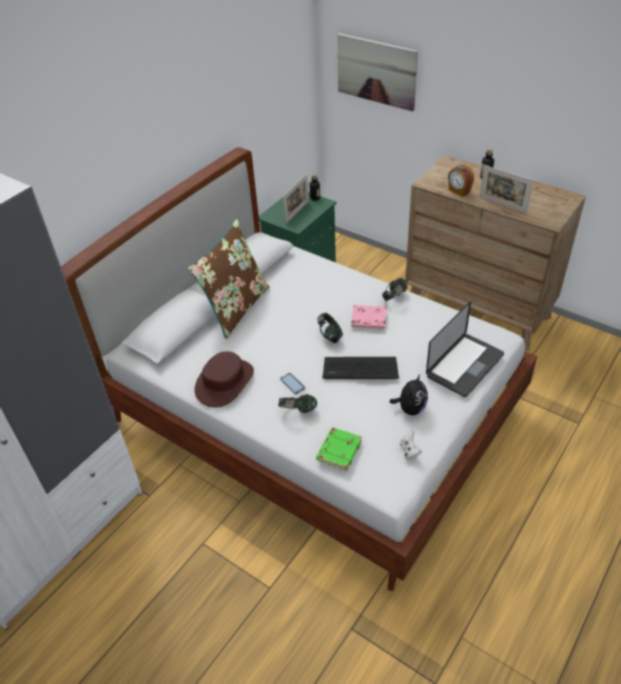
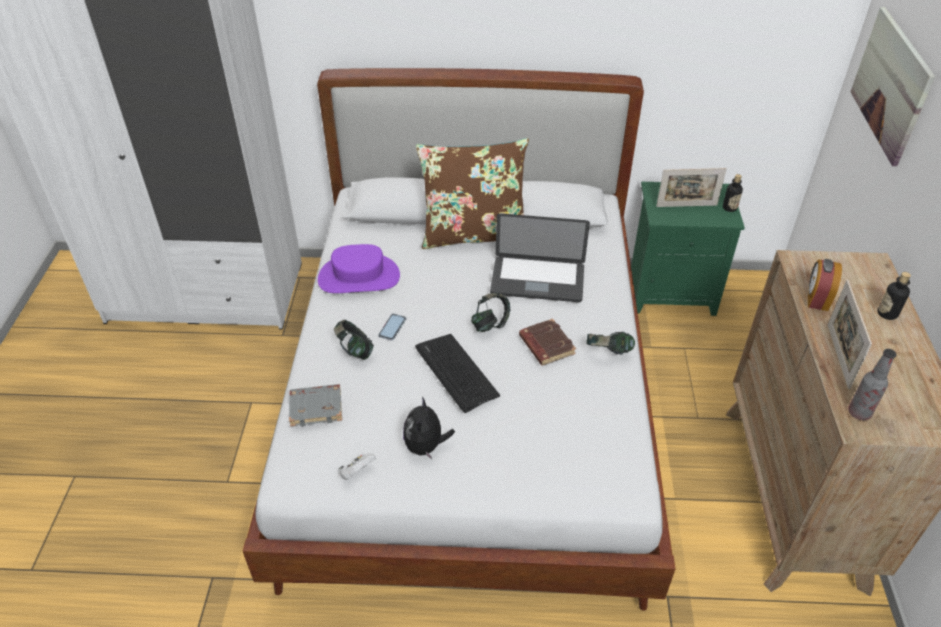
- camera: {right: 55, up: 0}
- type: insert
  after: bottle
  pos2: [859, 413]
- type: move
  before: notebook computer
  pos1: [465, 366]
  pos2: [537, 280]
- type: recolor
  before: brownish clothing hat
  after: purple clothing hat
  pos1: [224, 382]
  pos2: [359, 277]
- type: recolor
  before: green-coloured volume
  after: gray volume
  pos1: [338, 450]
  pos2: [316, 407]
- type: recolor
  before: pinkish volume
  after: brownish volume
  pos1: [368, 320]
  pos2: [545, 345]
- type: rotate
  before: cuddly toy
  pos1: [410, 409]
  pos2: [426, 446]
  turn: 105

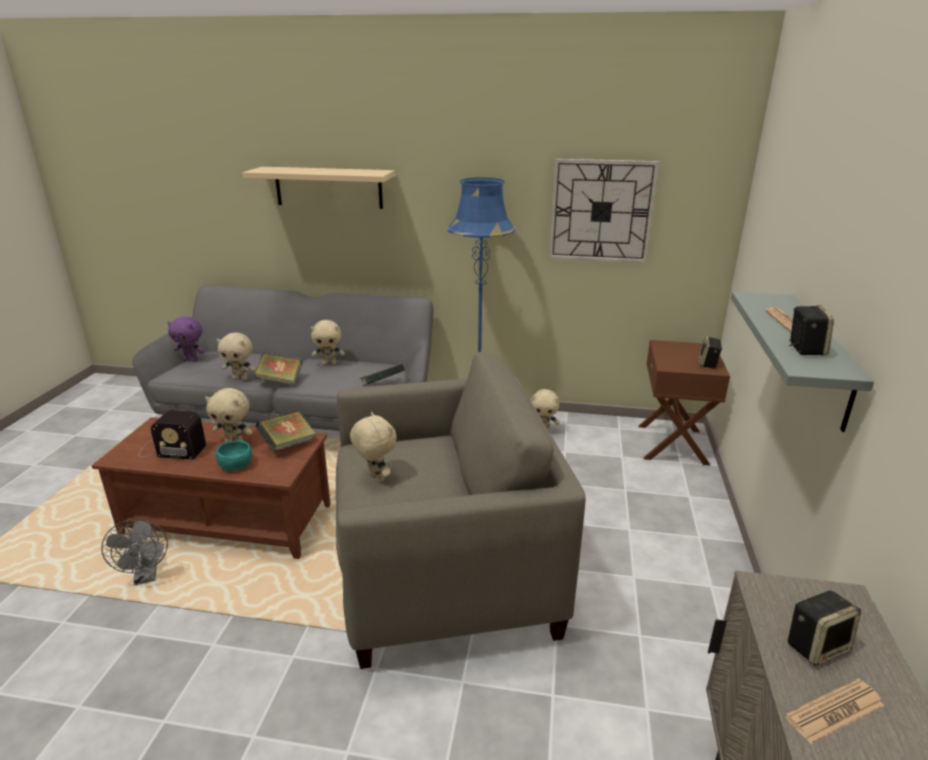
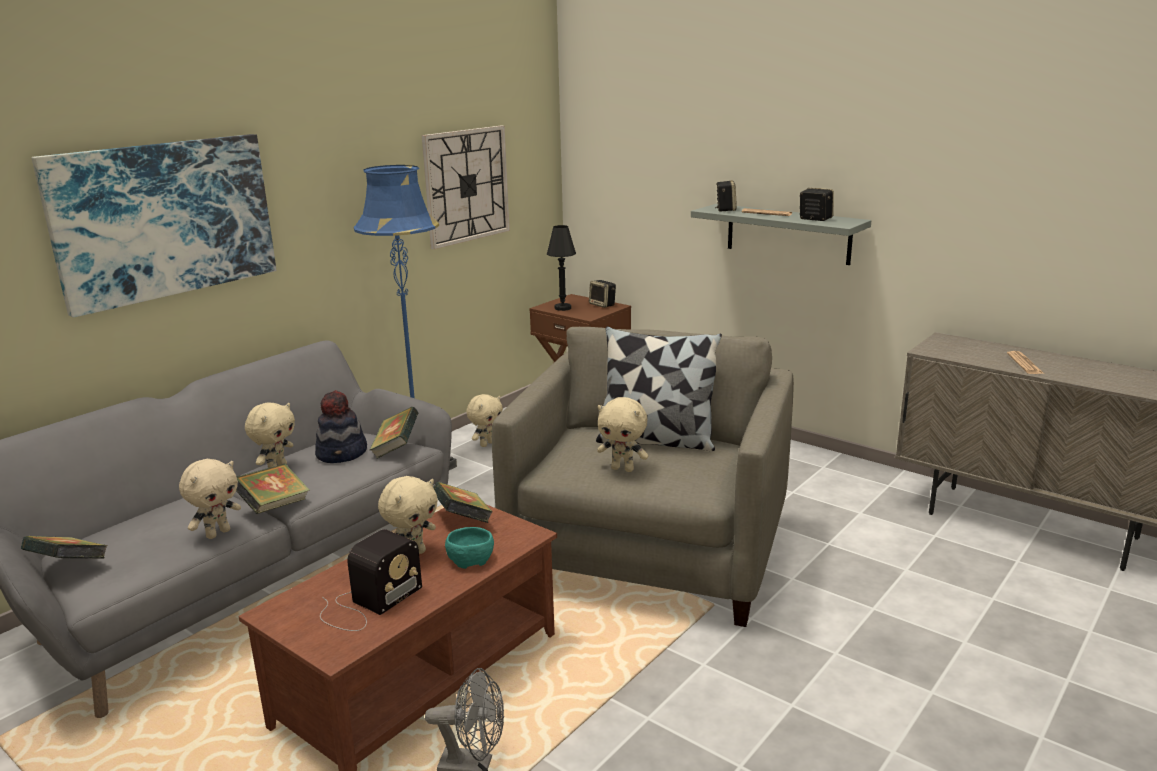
- camera: {right: -60, up: -5}
- type: insert
  after: clothing hat
  pos2: [342, 454]
- type: insert
  after: black tabletop lamp
  pos2: [562, 308]
- type: insert
  after: throw pillow
  pos2: [656, 440]
- type: move
  before: audio speaker
  pos1: [816, 646]
  pos2: [725, 209]
- type: replace
  before: purple cuddly toy
  after: volume
  pos1: [191, 360]
  pos2: [69, 567]
- type: replace
  before: beige-coloured wall shelf
  after: picture
  pos1: [328, 187]
  pos2: [165, 219]
- type: rotate
  before: beige-coloured cuddly toy
  pos1: [375, 477]
  pos2: [623, 469]
  turn: -150

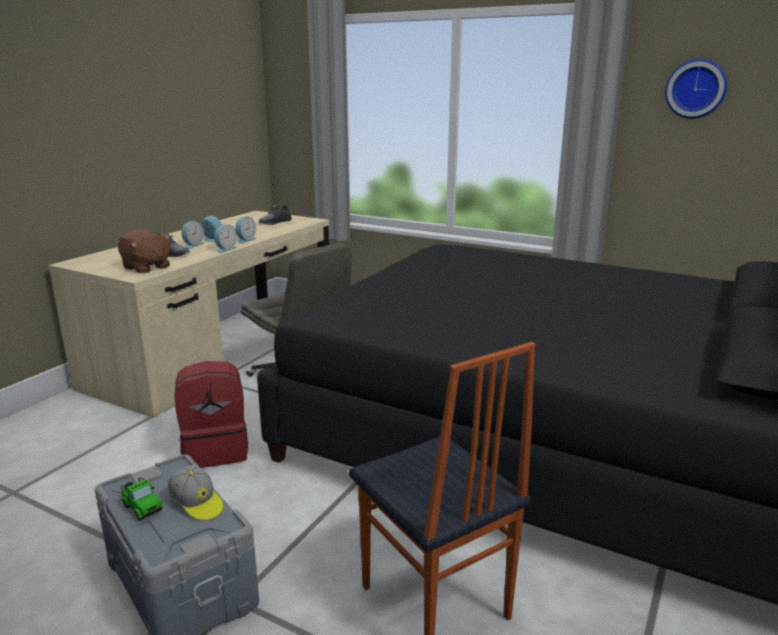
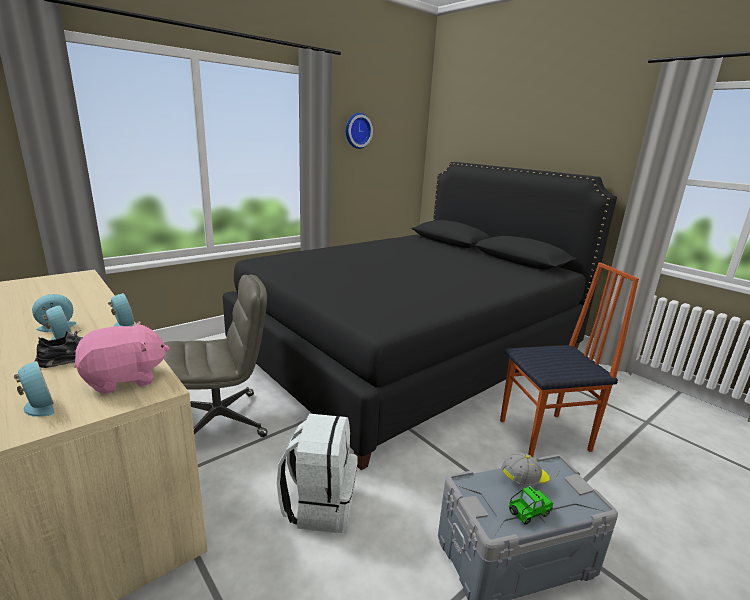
- camera: {right: -70, up: 0}
- type: delete
  before: gray shoe
  pos1: [275, 222]
- type: move
  before: table clock
  pos1: [245, 240]
  pos2: [38, 406]
- type: recolor
  before: brownish cuddly toy
  after: pinkish cuddly toy
  pos1: [146, 267]
  pos2: [125, 379]
- type: recolor
  before: red-coloured rucksack
  after: whitish rucksack
  pos1: [216, 450]
  pos2: [320, 504]

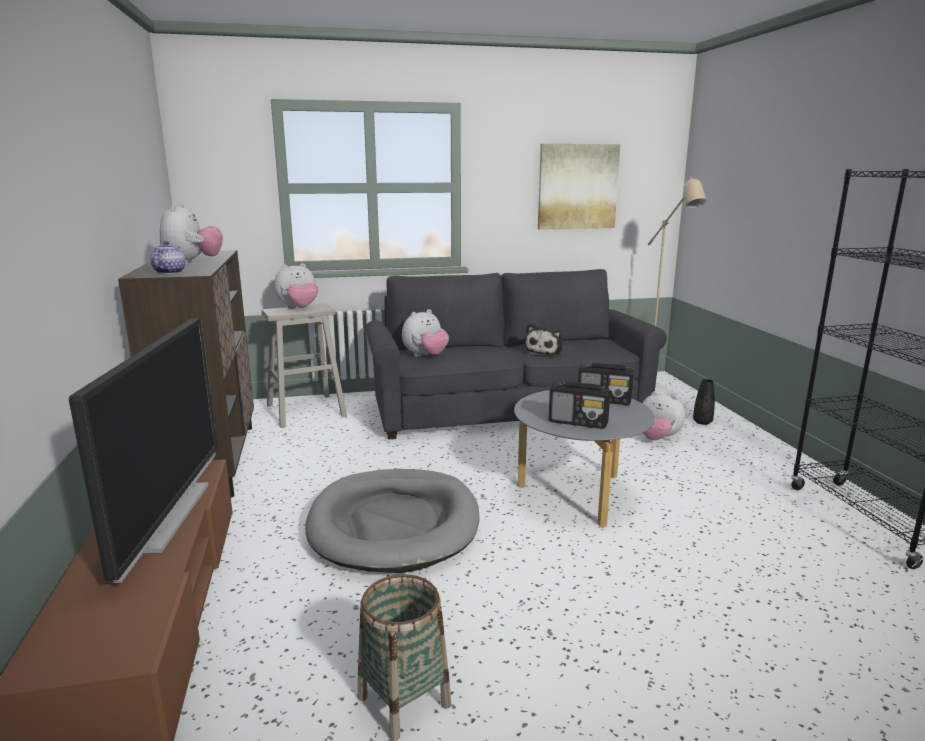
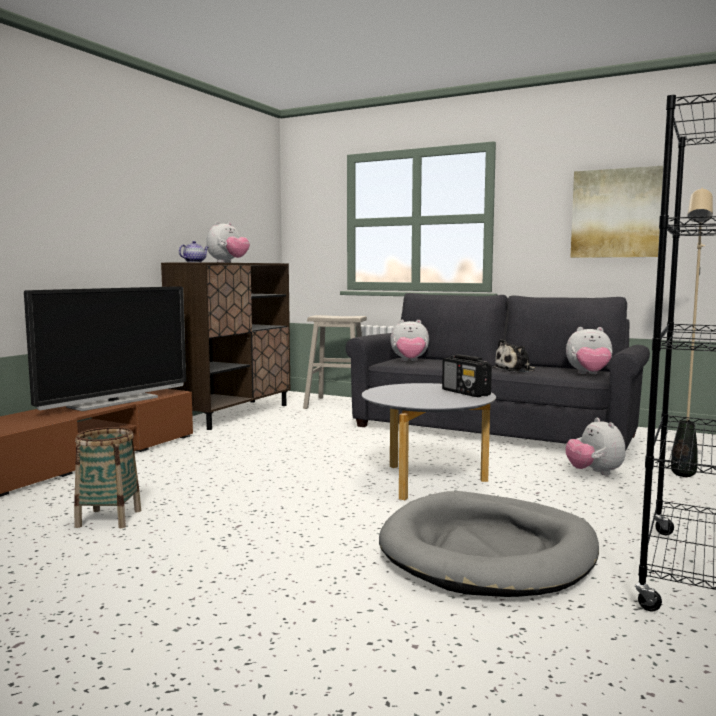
- camera: {right: 40, up: -10}
- type: delete
  before: radio
  pos1: [578, 422]
- type: move
  before: cuddly toy
  pos1: [299, 308]
  pos2: [589, 374]
- type: move
  before: gray dog cushion
  pos1: [394, 524]
  pos2: [488, 551]

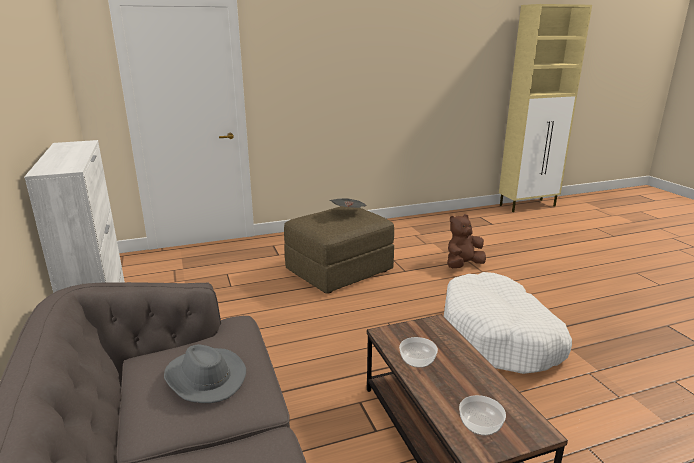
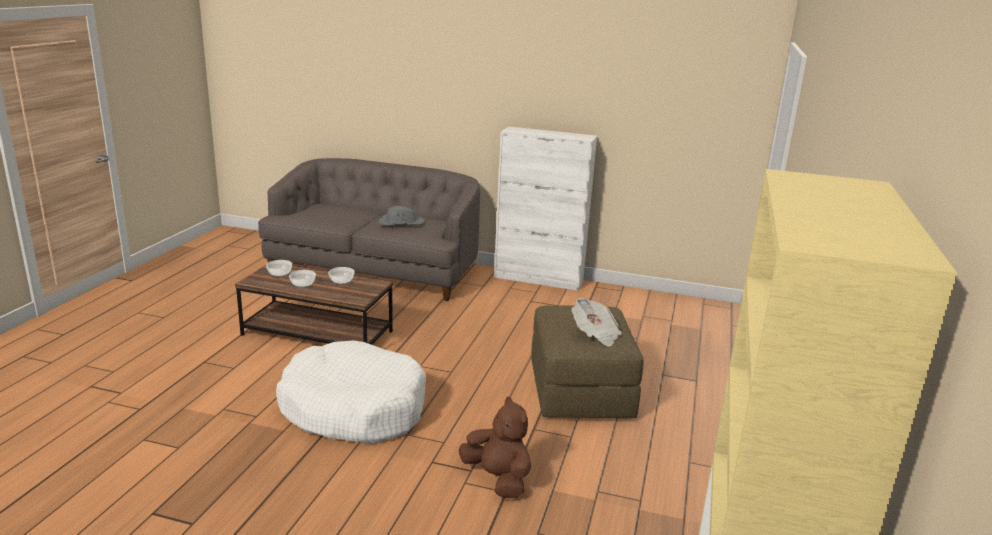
- camera: {right: 125, up: 0}
- type: insert
  after: serving bowl
  pos2: [303, 284]
- type: rotate
  before: brownish cuddly toy
  pos1: [463, 265]
  pos2: [498, 479]
  turn: -45

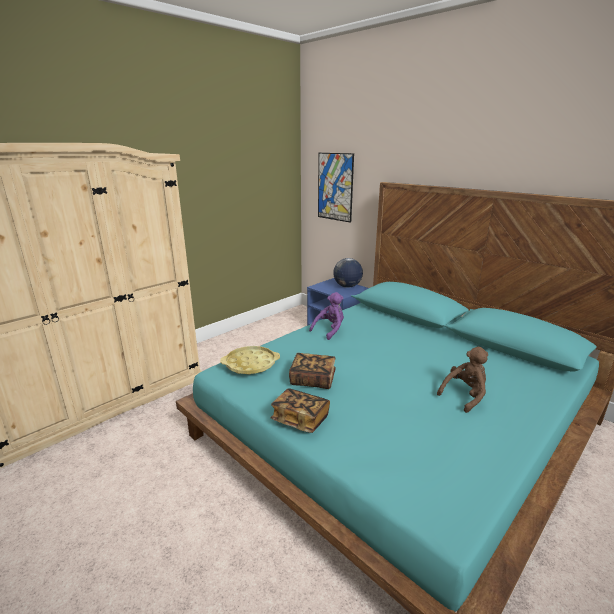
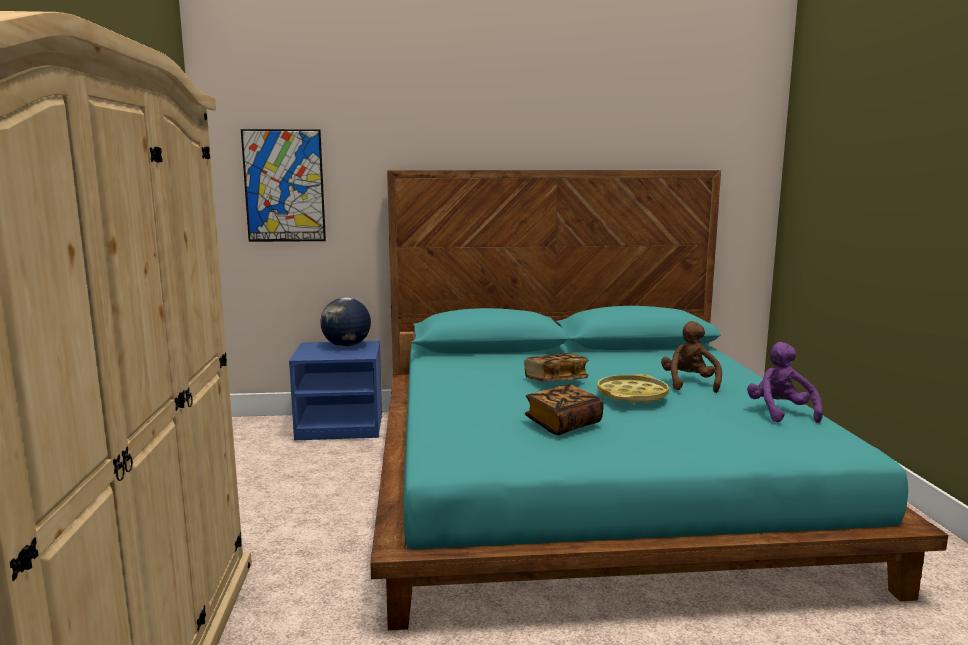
- camera: {right: -50, up: -10}
- type: move
  before: yellowish carrying tray
  pos1: [250, 364]
  pos2: [632, 395]
- type: move
  before: volume
  pos1: [300, 419]
  pos2: [555, 381]
- type: move
  before: purple cuddly toy
  pos1: [329, 330]
  pos2: [780, 413]

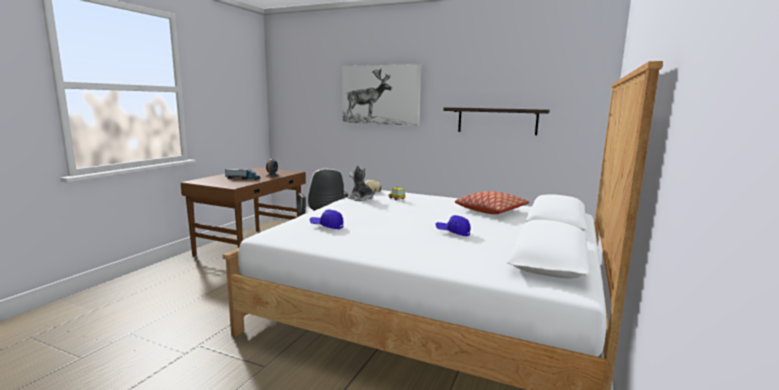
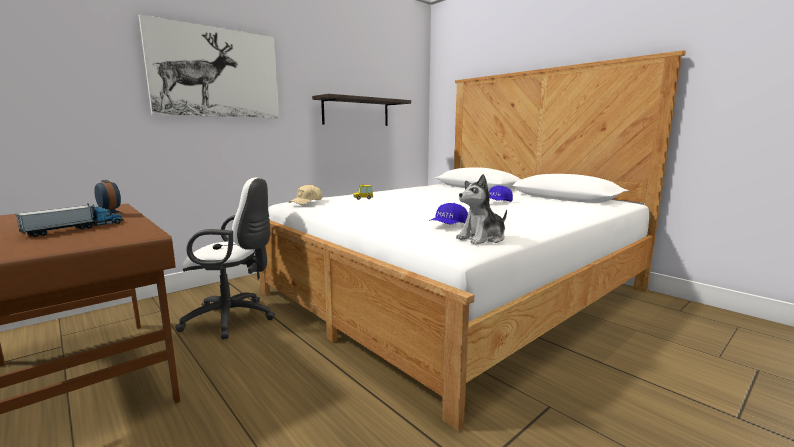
- camera: {right: -65, up: 0}
- type: delete
  before: throw pillow
  pos1: [490, 210]
- type: move
  before: cuddly toy
  pos1: [361, 199]
  pos2: [482, 238]

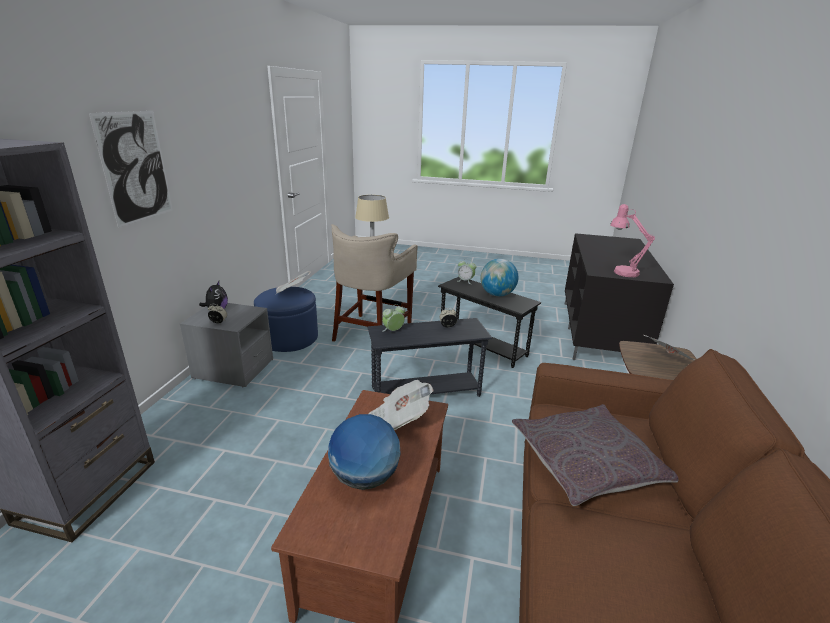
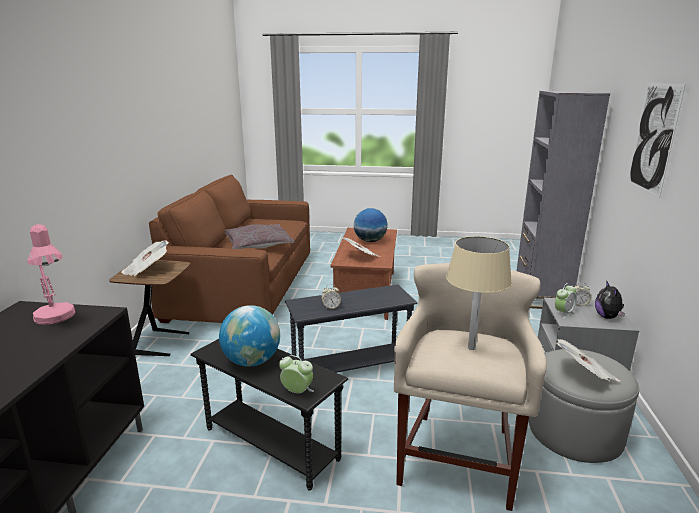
- camera: {right: 175, up: -5}
- type: move
  before: table clock
  pos1: [393, 331]
  pos2: [563, 313]
- type: recolor
  before: blue-coloured footrest
  after: gray footrest
  pos1: [289, 338]
  pos2: [574, 431]

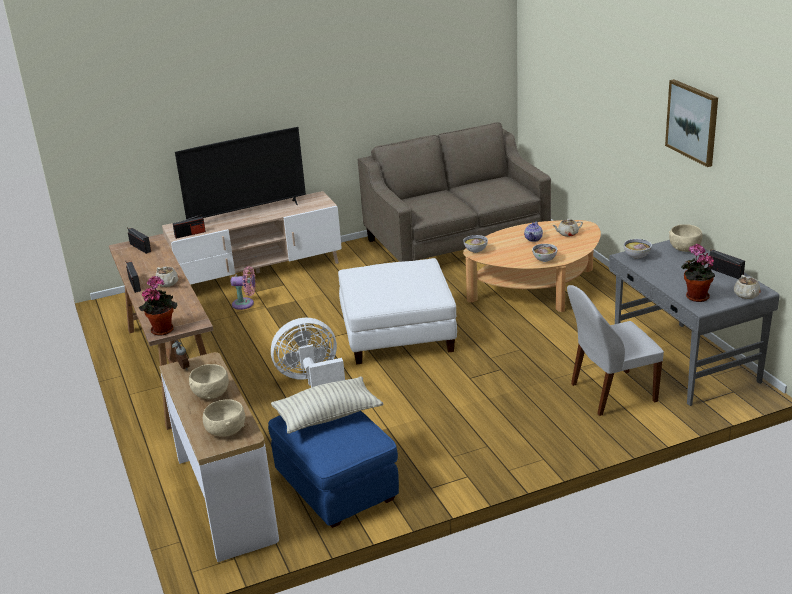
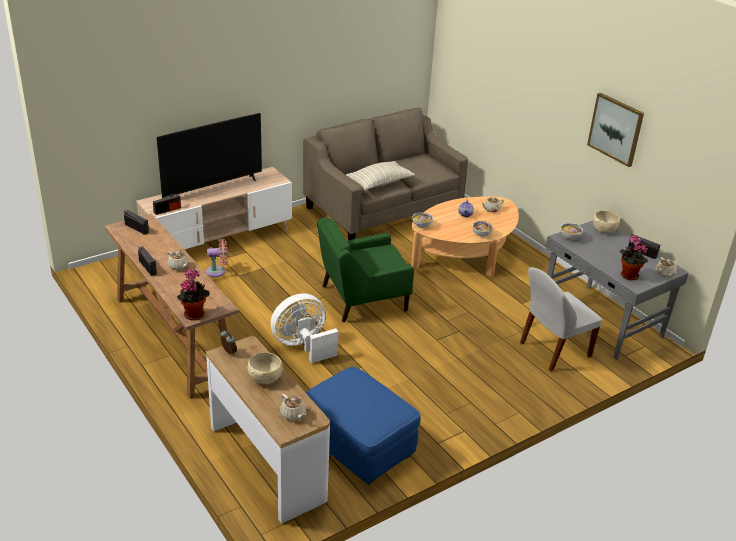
- camera: {right: -15, up: 5}
- type: move
  before: throw pillow
  pos1: [328, 416]
  pos2: [379, 183]
- type: replace
  before: beige-coloured serving bowl
  after: beige-coloured tea pot
  pos1: [225, 431]
  pos2: [293, 414]
- type: replace
  before: whitish footrest
  after: green-coloured easy chair
  pos1: [397, 333]
  pos2: [362, 298]

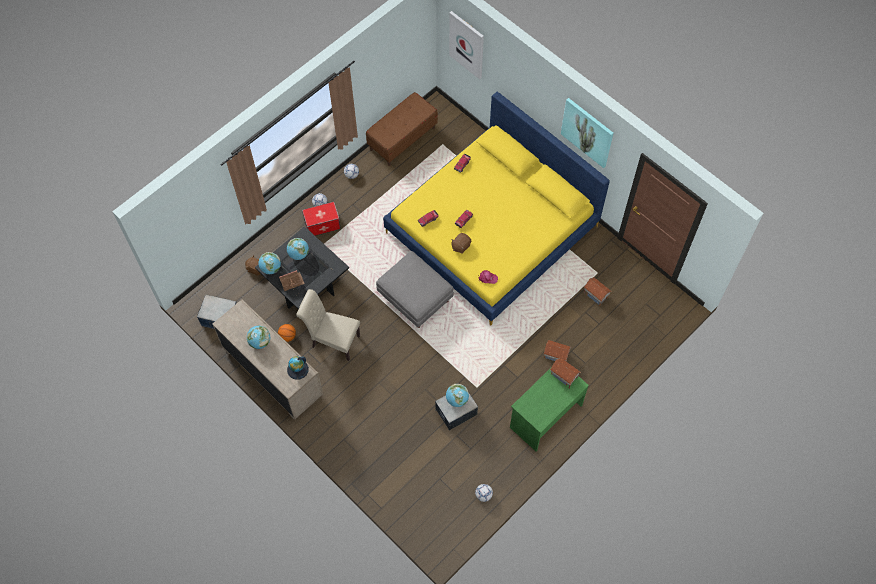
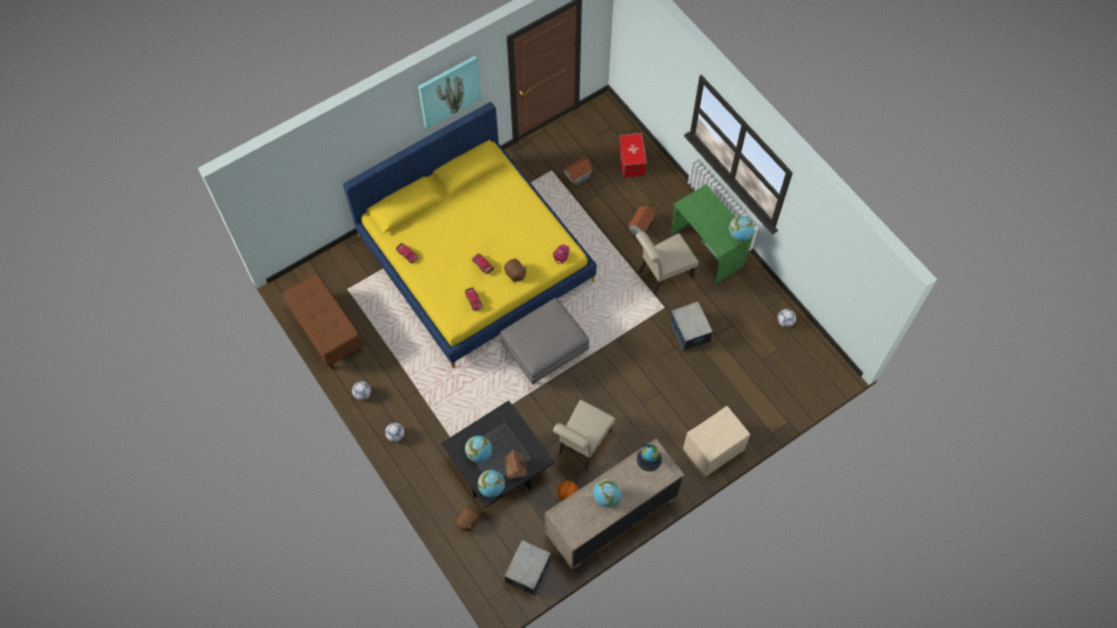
- camera: {right: -80, up: 0}
- type: delete
  before: picture
  pos1: [467, 44]
- type: delete
  before: model house
  pos1: [563, 377]
- type: insert
  after: beige-coloured chair
  pos2: [662, 275]
- type: insert
  after: beige-coloured bedside table
  pos2: [713, 449]
- type: move
  before: storage container
  pos1: [322, 224]
  pos2: [631, 162]
- type: move
  before: globe
  pos1: [457, 399]
  pos2: [740, 235]

